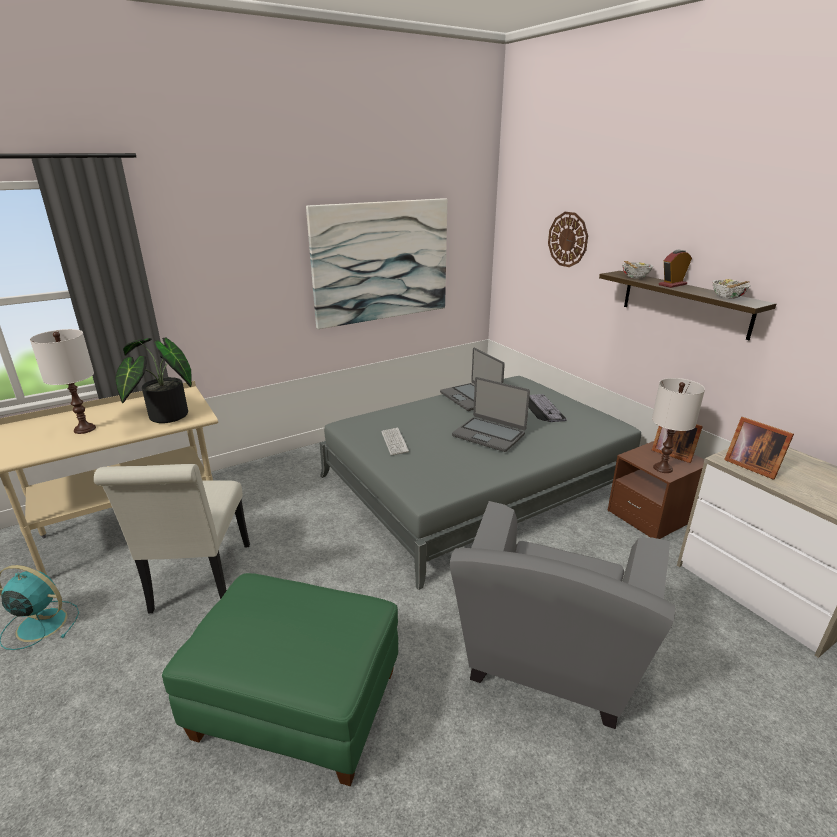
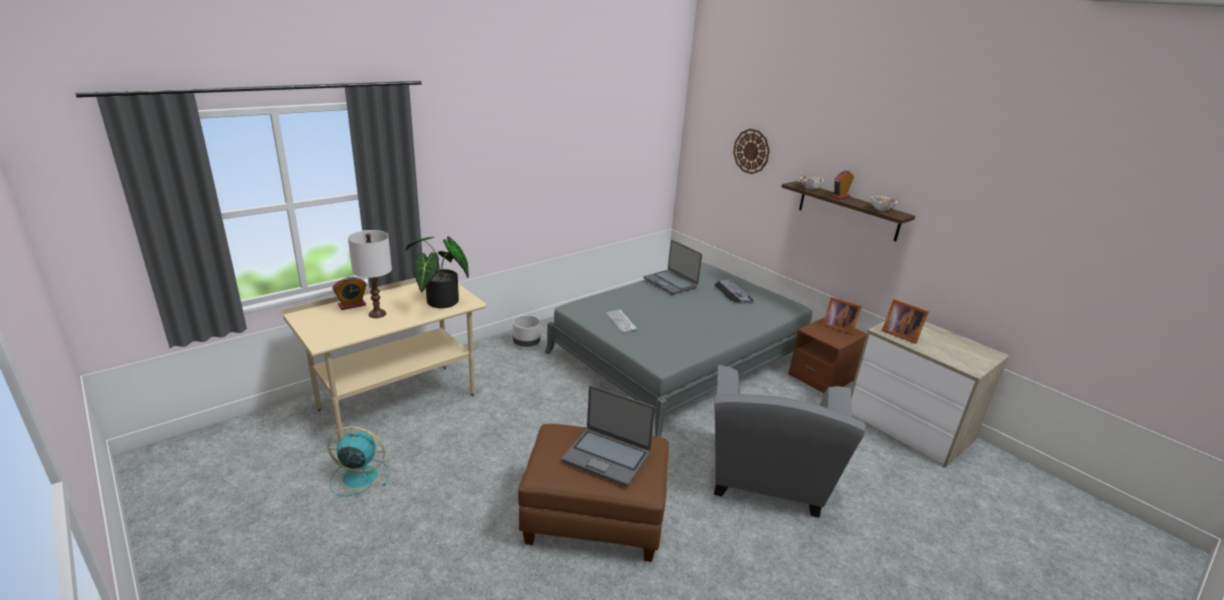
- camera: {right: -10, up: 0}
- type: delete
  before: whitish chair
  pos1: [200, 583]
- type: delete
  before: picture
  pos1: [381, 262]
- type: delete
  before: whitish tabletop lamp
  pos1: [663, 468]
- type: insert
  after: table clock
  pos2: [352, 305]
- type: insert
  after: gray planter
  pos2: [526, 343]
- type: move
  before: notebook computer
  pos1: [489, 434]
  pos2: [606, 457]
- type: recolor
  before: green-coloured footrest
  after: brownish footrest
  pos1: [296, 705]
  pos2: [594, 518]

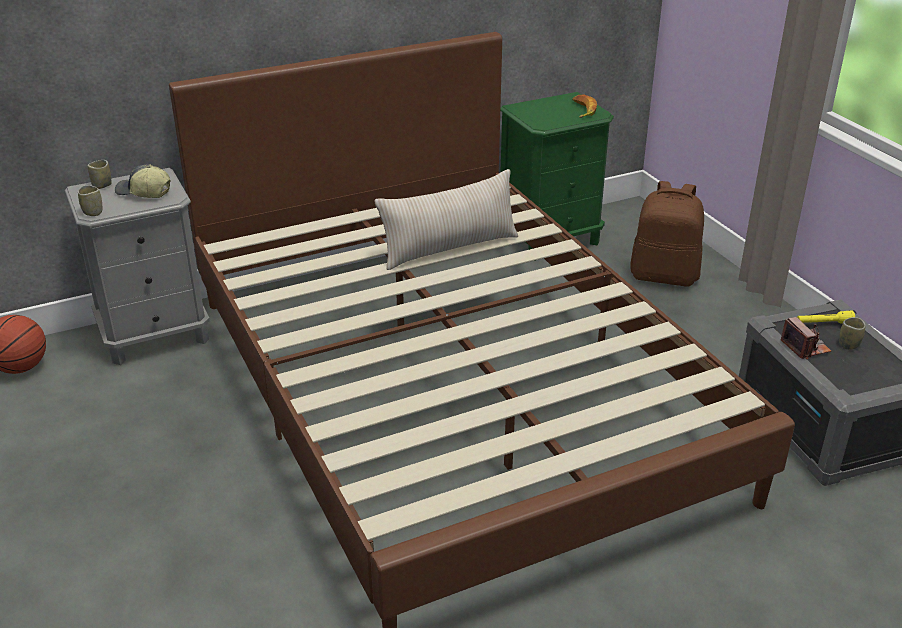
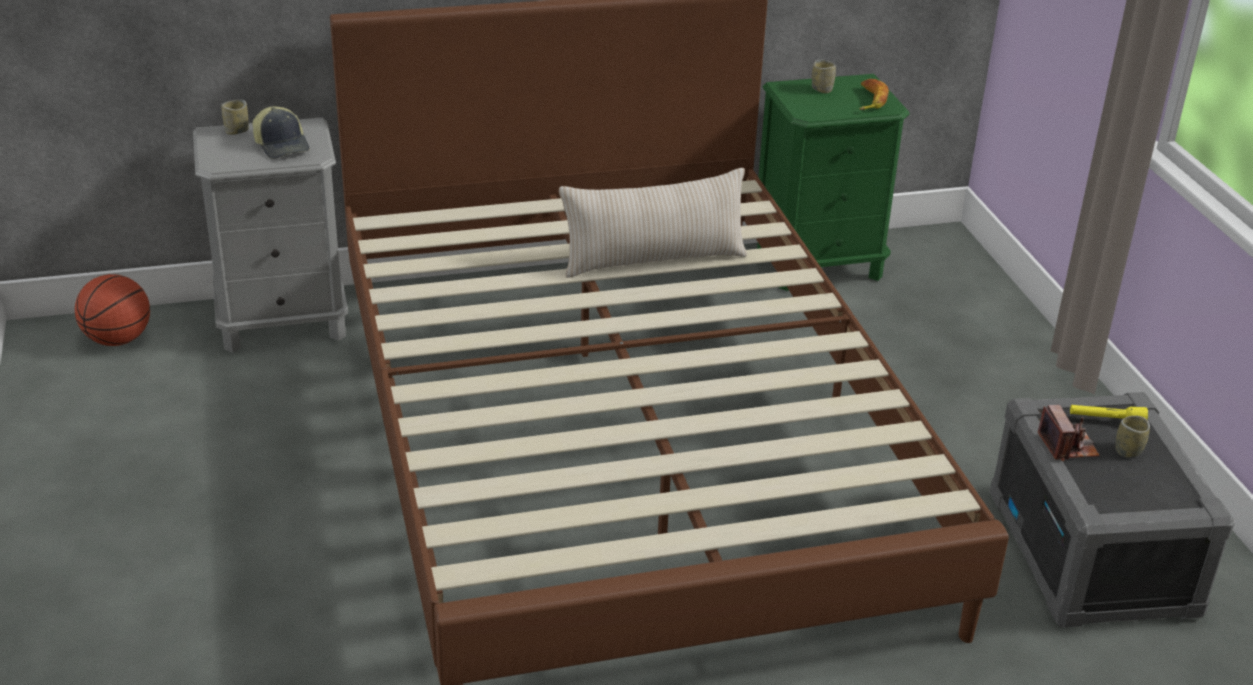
- camera: {right: 10, up: 0}
- type: delete
  before: brownish rucksack
  pos1: [664, 276]
- type: move
  before: small cup
  pos1: [93, 212]
  pos2: [822, 89]
- type: rotate
  before: cap
  pos1: [143, 192]
  pos2: [282, 145]
  turn: -150

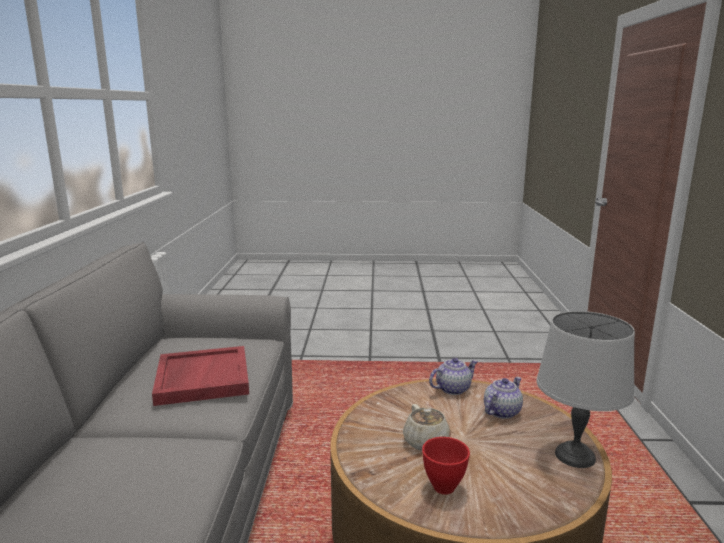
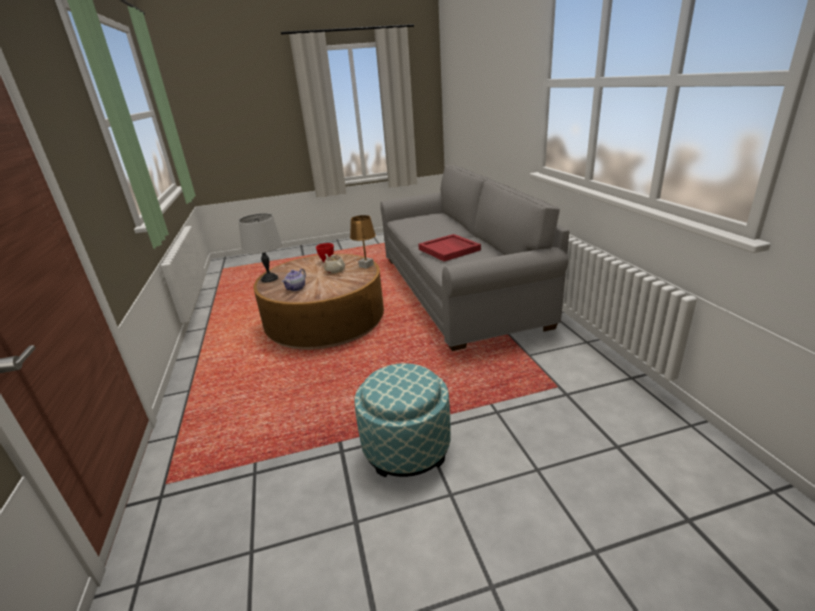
- camera: {right: 165, up: 10}
- type: delete
  before: tea pot
  pos1: [453, 389]
- type: insert
  after: brownish tabletop lamp
  pos2: [366, 266]
- type: insert
  after: footrest
  pos2: [406, 447]

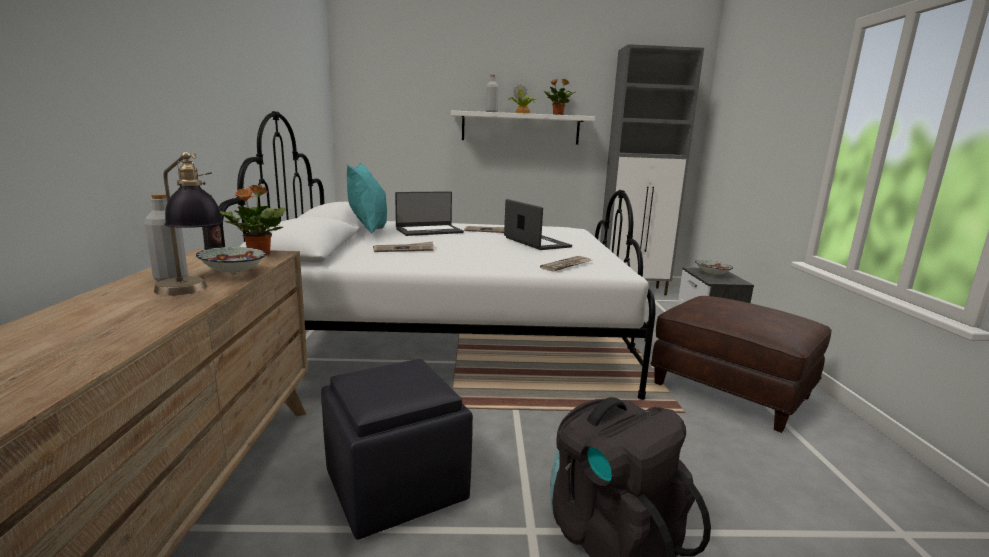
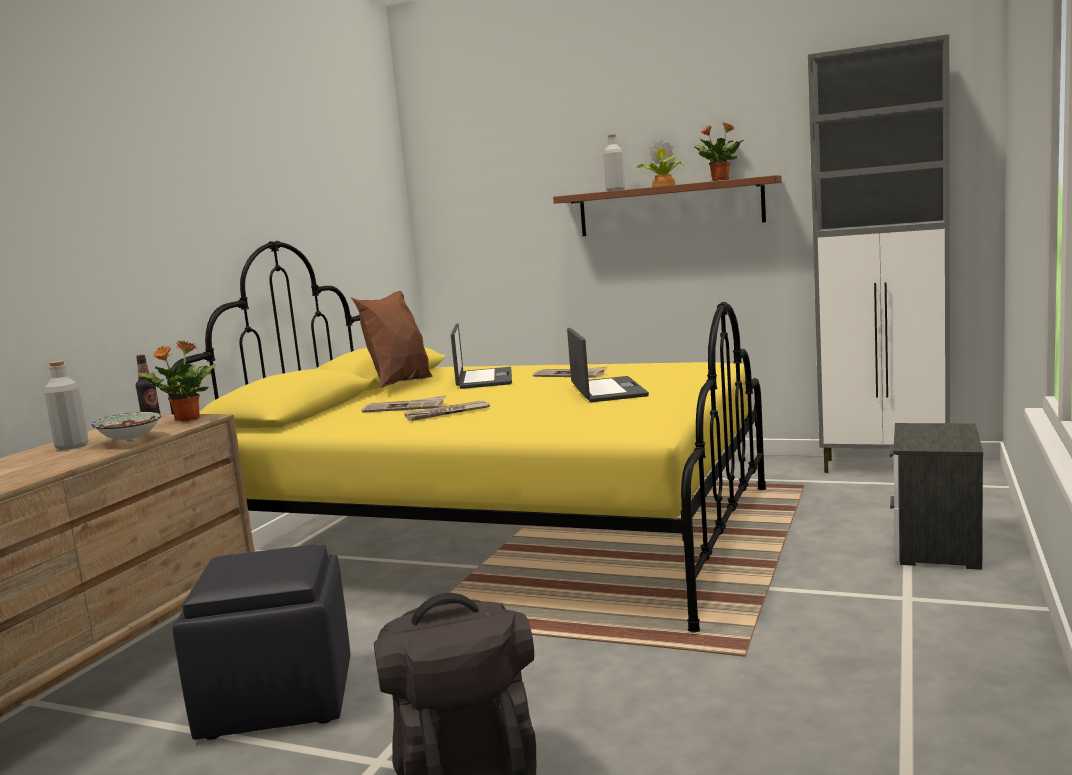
- camera: {right: 25, up: -5}
- type: delete
  before: tabletop lamp
  pos1: [192, 292]
- type: delete
  before: brownish footrest
  pos1: [732, 391]
- type: delete
  before: serving bowl
  pos1: [711, 274]
- type: move
  before: printed paper
  pos1: [567, 265]
  pos2: [447, 413]
- type: recolor
  before: whitish sleeping bed
  after: yellowish sleeping bed
  pos1: [451, 338]
  pos2: [504, 536]
- type: recolor
  before: turquoise throw pillow
  after: brownish throw pillow
  pos1: [368, 232]
  pos2: [399, 385]
- type: recolor
  before: whitish wall shelf
  after: brownish wall shelf
  pos1: [520, 128]
  pos2: [669, 207]
- type: rotate
  before: notebook computer
  pos1: [429, 231]
  pos2: [483, 379]
  turn: -90

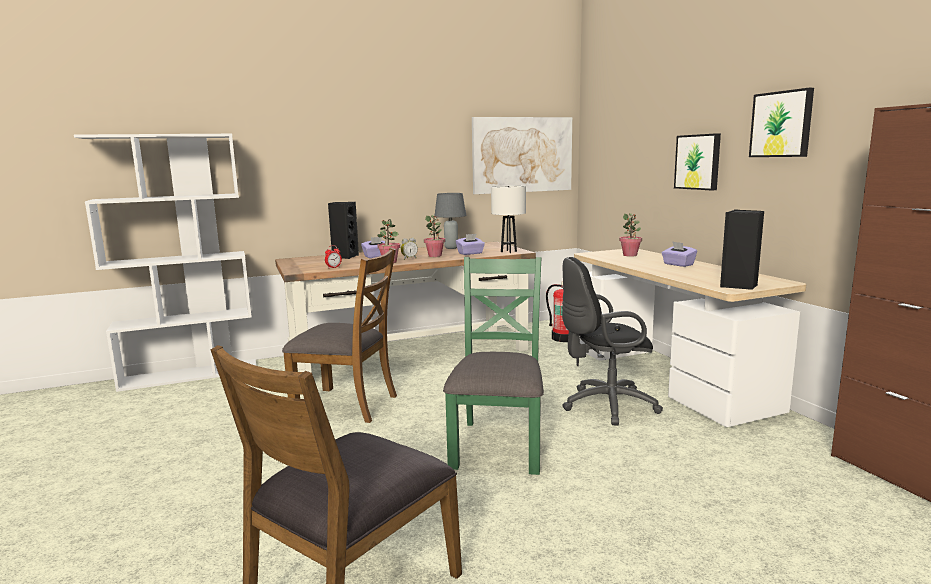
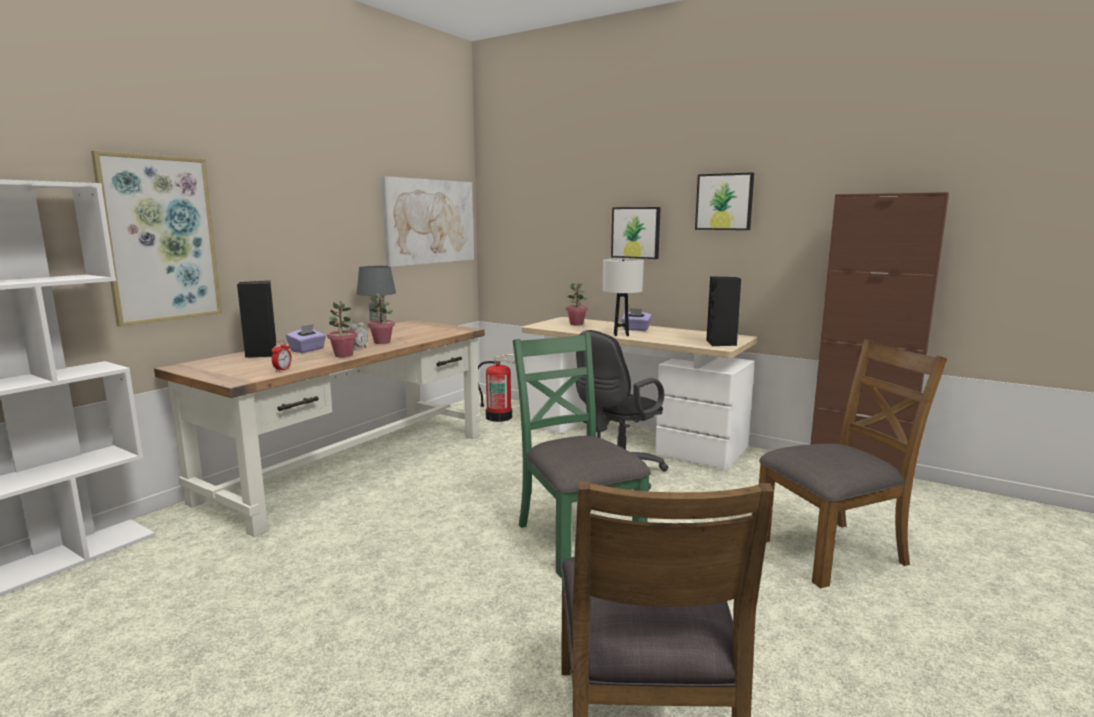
- camera: {right: -35, up: 0}
- type: delete
  before: purple box of tissues
  pos1: [470, 253]
- type: insert
  after: picture
  pos2: [160, 239]
- type: move
  before: brownish chair
  pos1: [347, 404]
  pos2: [832, 551]
- type: move
  before: whitish tabletop lamp
  pos1: [508, 251]
  pos2: [621, 334]

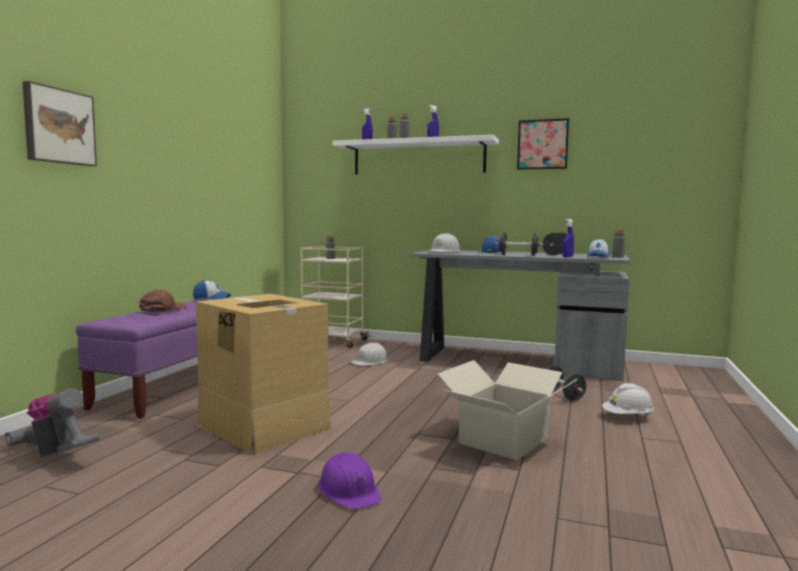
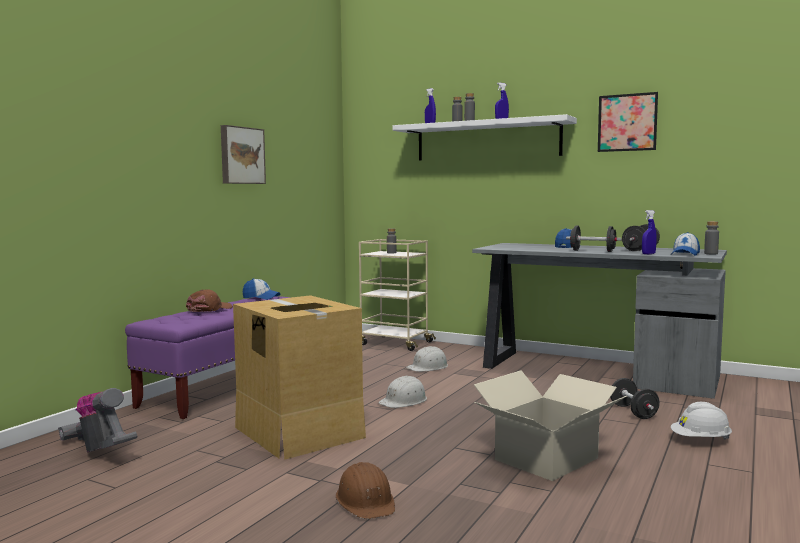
- camera: {right: 10, up: 0}
- type: move
  before: picture
  pos1: [58, 126]
  pos2: [241, 155]
- type: move
  before: whitish safety helmet
  pos1: [444, 251]
  pos2: [404, 401]
- type: recolor
  before: purple safety helmet
  after: brownish safety helmet
  pos1: [349, 491]
  pos2: [366, 501]

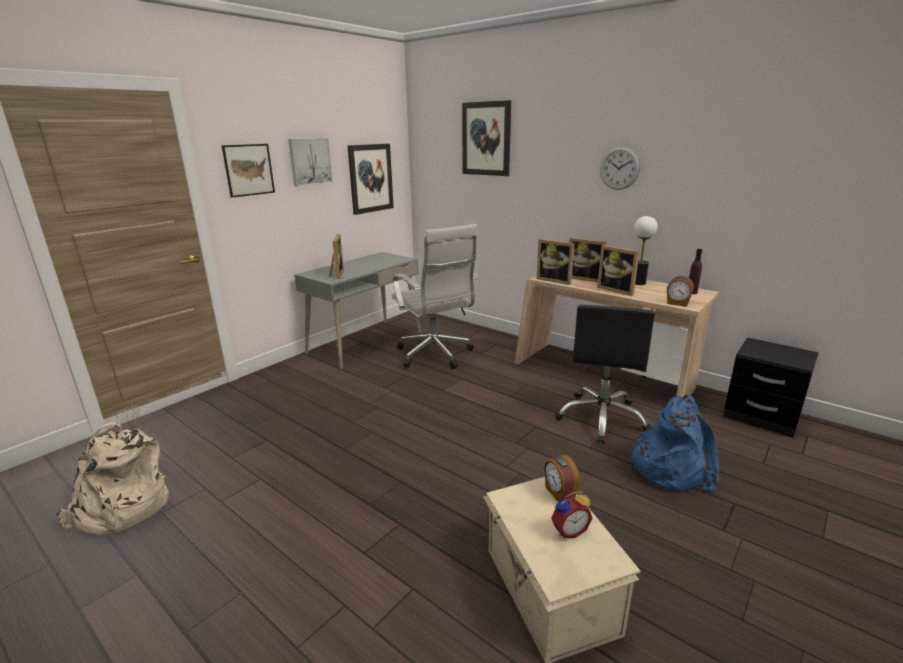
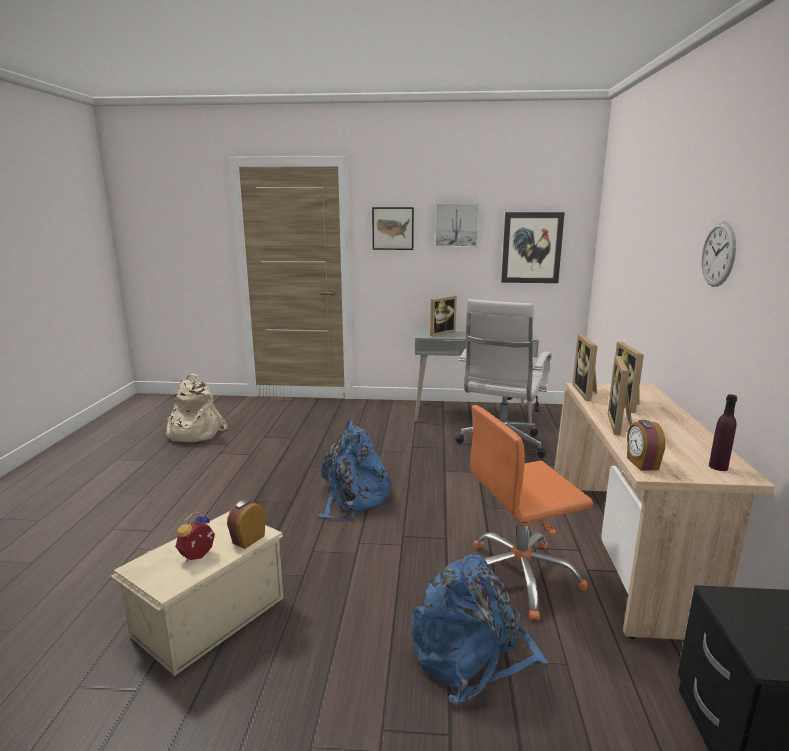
- camera: {right: 55, up: -5}
- type: delete
  before: picture
  pos1: [486, 139]
- type: delete
  before: tabletop lamp
  pos1: [638, 283]
- type: insert
  after: blue-coloured rucksack
  pos2: [353, 498]
- type: recolor
  before: black desk chair
  after: orange-coloured desk chair
  pos1: [602, 418]
  pos2: [519, 576]
- type: rotate
  before: table clock
  pos1: [568, 530]
  pos2: [199, 556]
  turn: 90

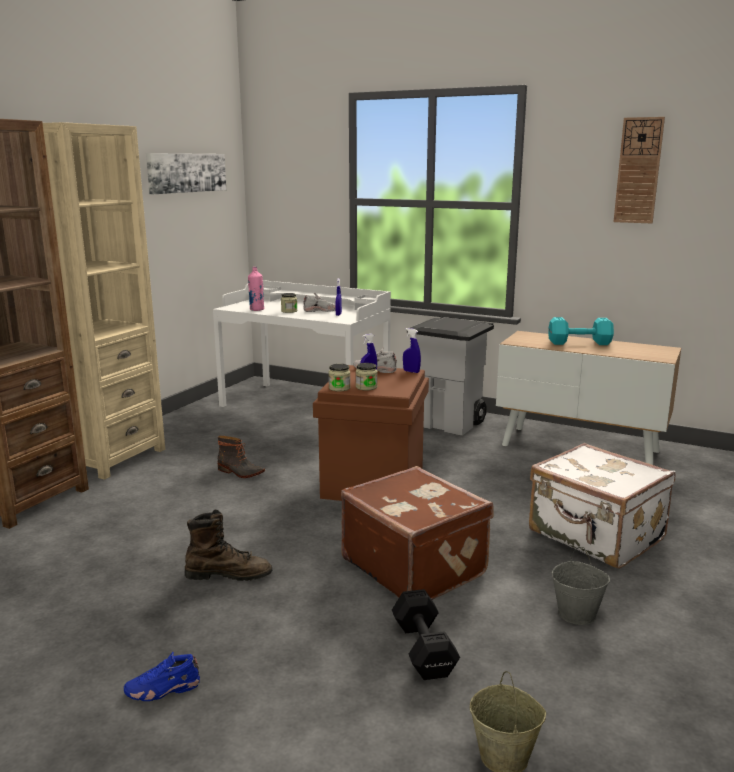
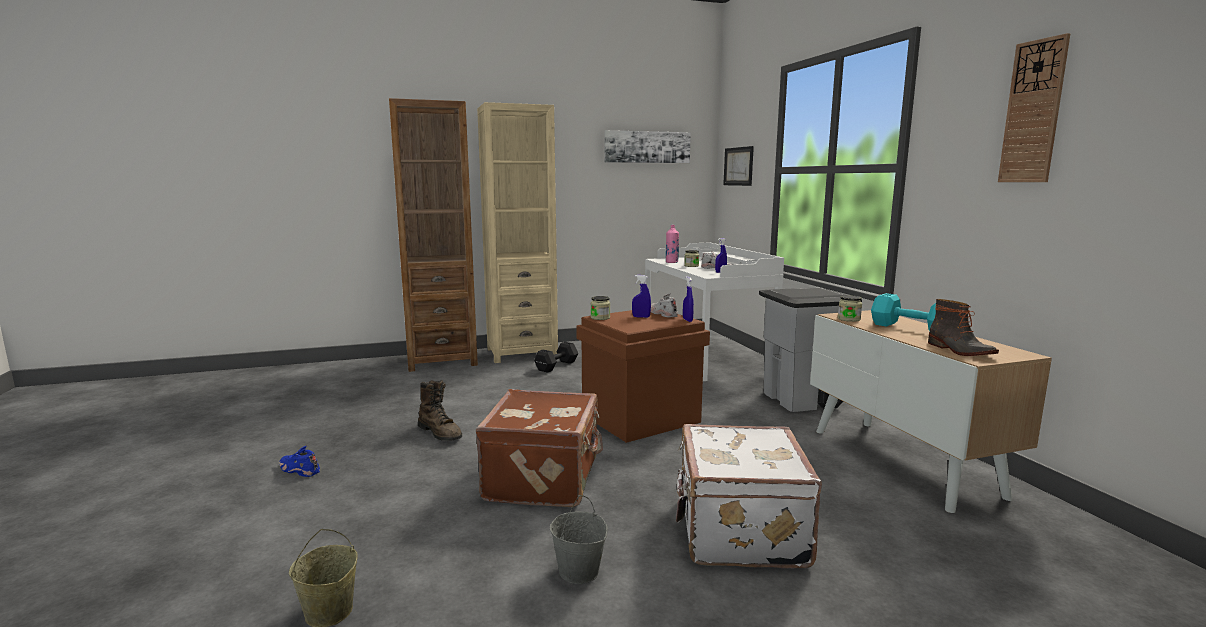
- camera: {right: 45, up: -5}
- type: insert
  after: picture
  pos2: [738, 166]
- type: move
  before: boot
  pos1: [240, 472]
  pos2: [959, 350]
- type: move
  before: preserve jar
  pos1: [366, 387]
  pos2: [849, 319]
- type: move
  before: black hand weight
  pos1: [423, 651]
  pos2: [555, 366]

